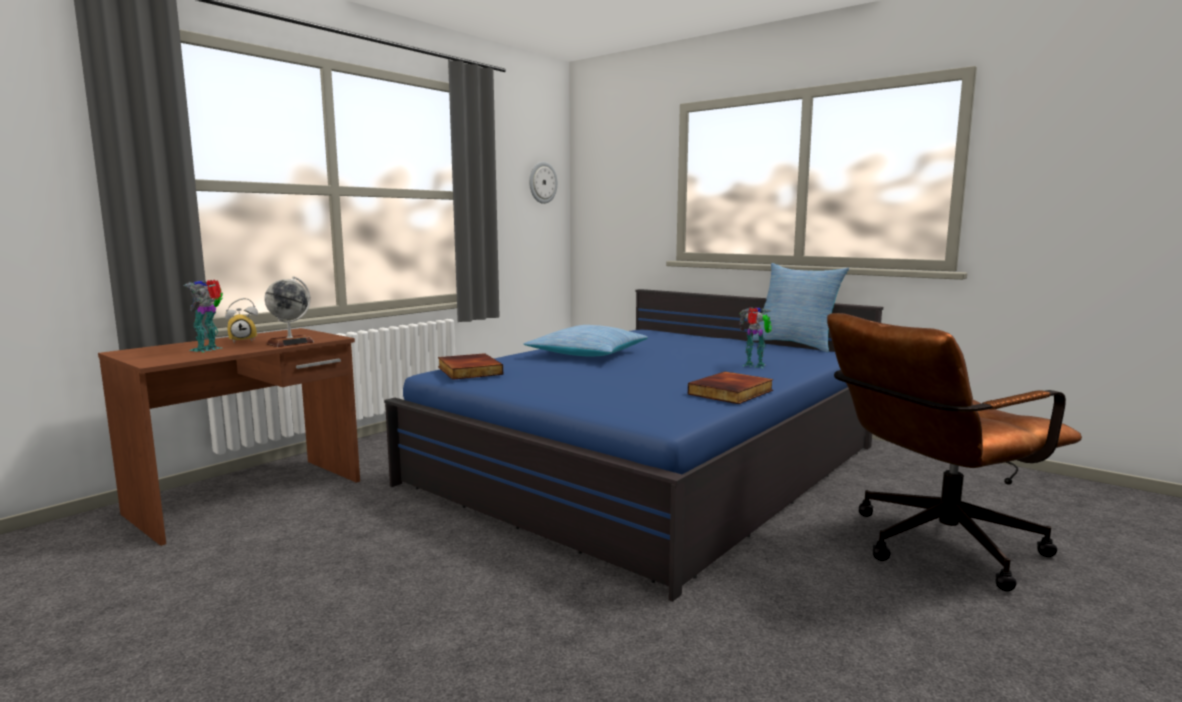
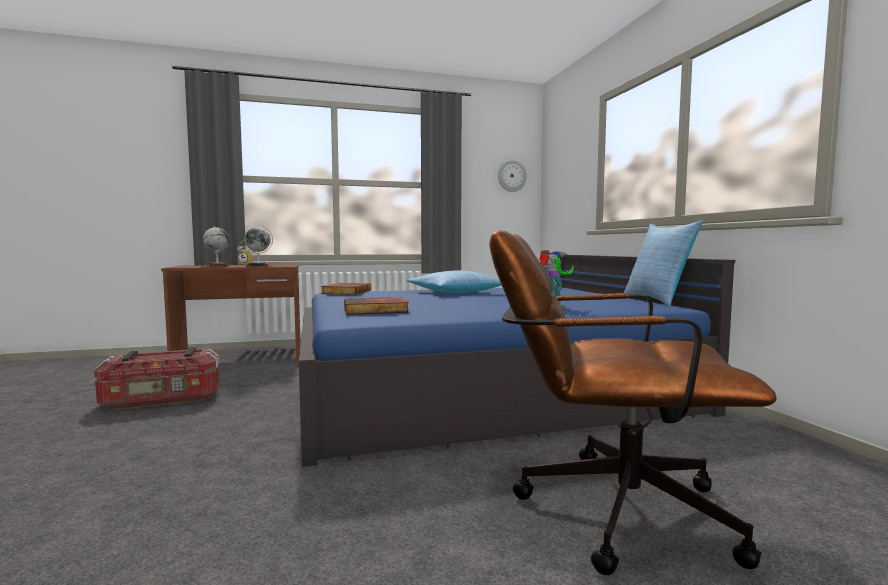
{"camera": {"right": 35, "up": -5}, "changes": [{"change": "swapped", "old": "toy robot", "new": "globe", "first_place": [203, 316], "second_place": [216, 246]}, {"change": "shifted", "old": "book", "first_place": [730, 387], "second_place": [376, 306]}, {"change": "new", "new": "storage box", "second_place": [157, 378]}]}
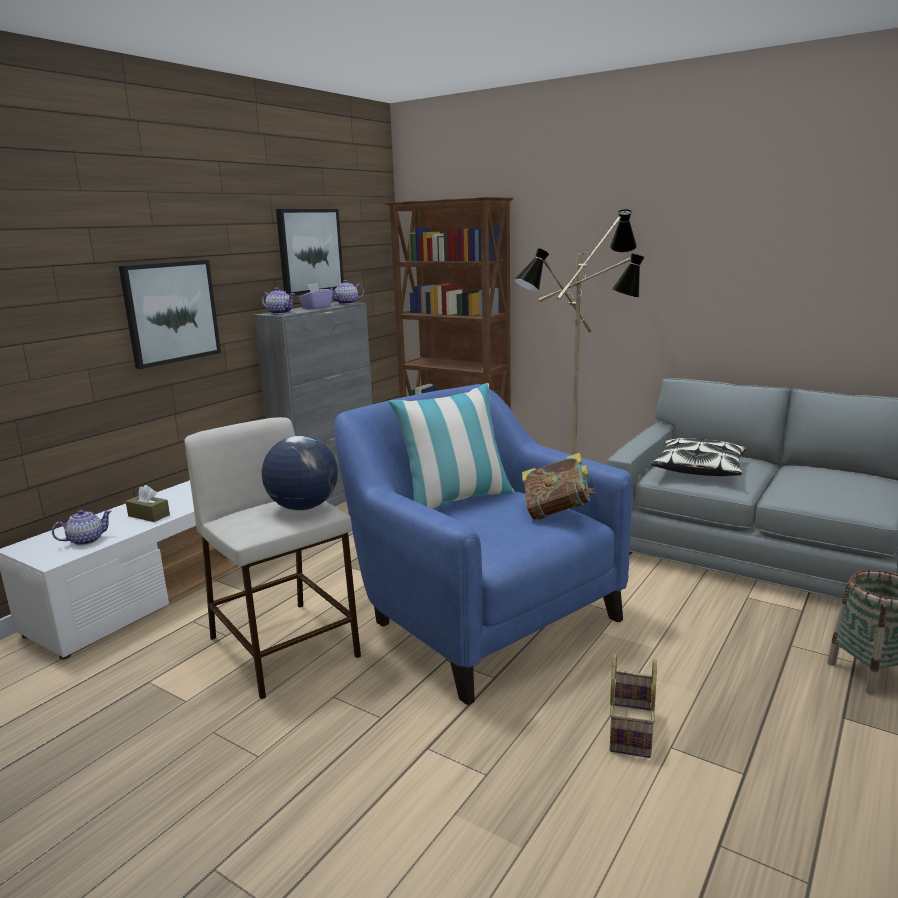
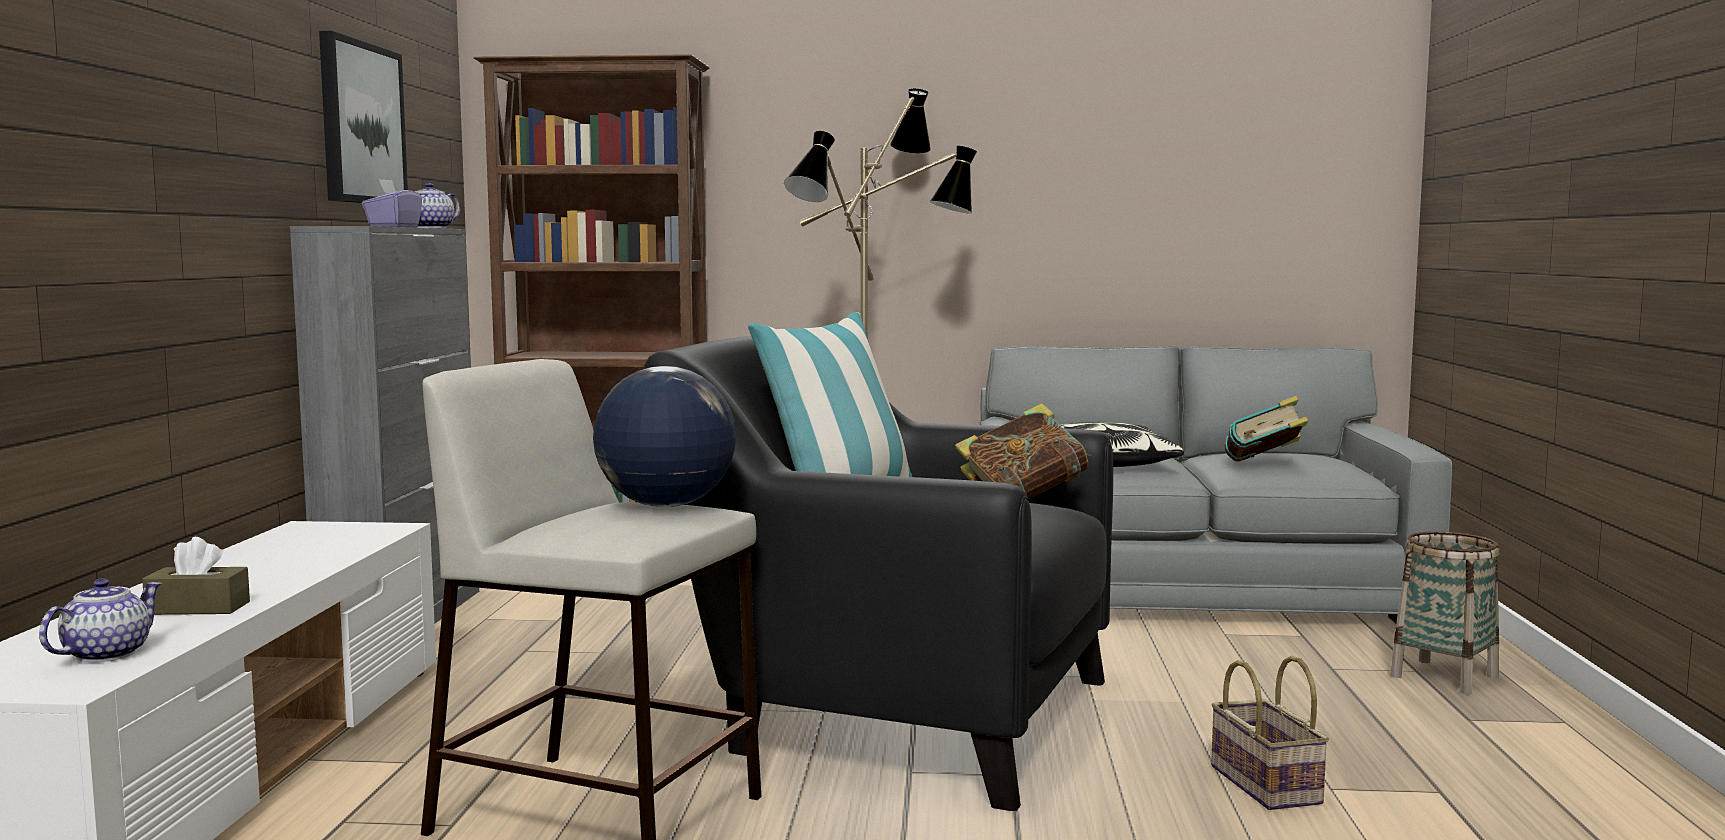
{"camera": {"right": -30, "up": -10}, "changes": [{"change": "gone", "old": "picture", "first_place": [170, 314]}, {"change": "gone", "old": "teapot", "first_place": [278, 300]}, {"change": "repainted", "old": "blue armchair", "new": "black armchair", "first_place": [483, 544], "second_place": [878, 573]}, {"change": "new", "new": "book", "second_place": [1267, 428]}]}
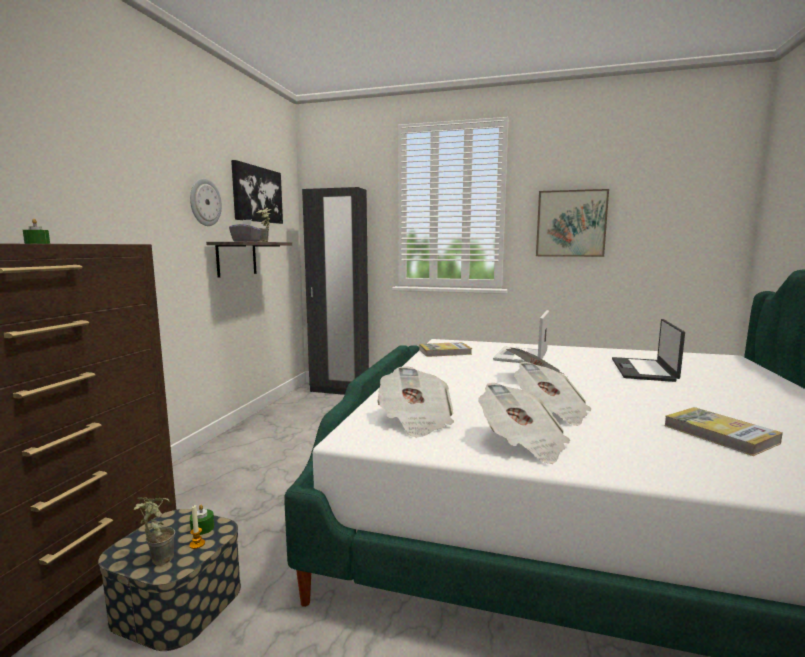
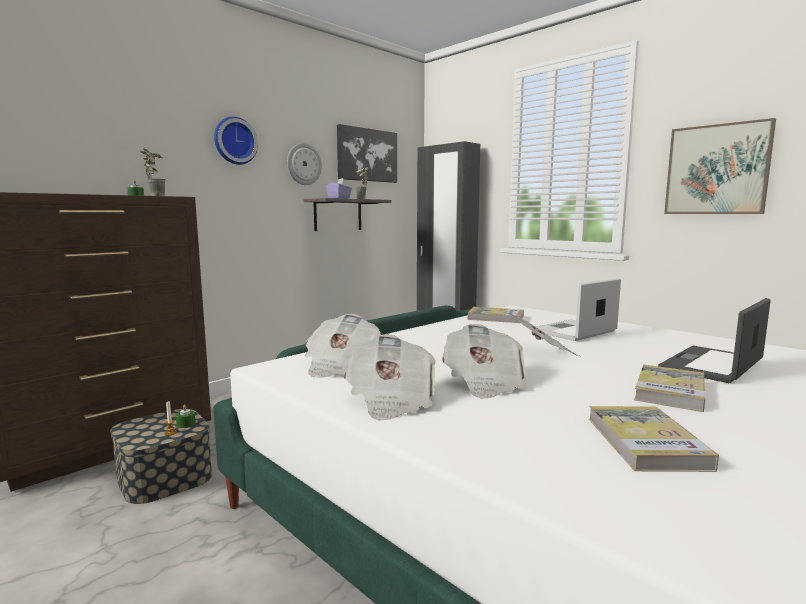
{"camera": {"right": 30, "up": 0}, "changes": [{"change": "shifted", "old": "potted plant", "first_place": [154, 531], "second_place": [153, 171]}, {"change": "repainted", "old": "grey tissue box", "new": "purple tissue box", "first_place": [245, 230], "second_place": [339, 188]}, {"change": "new", "new": "wall clock", "second_place": [236, 141]}, {"change": "new", "new": "book", "second_place": [669, 388]}]}
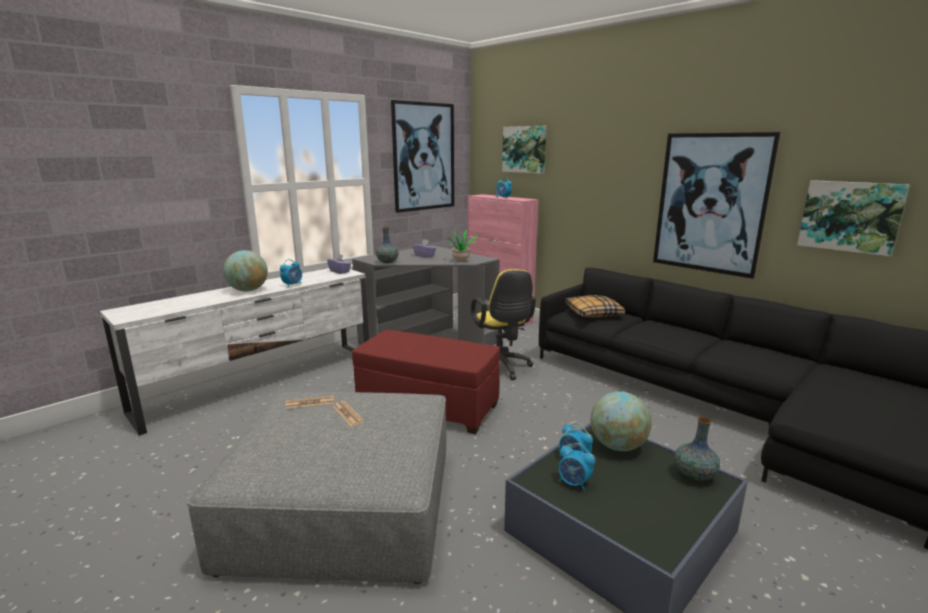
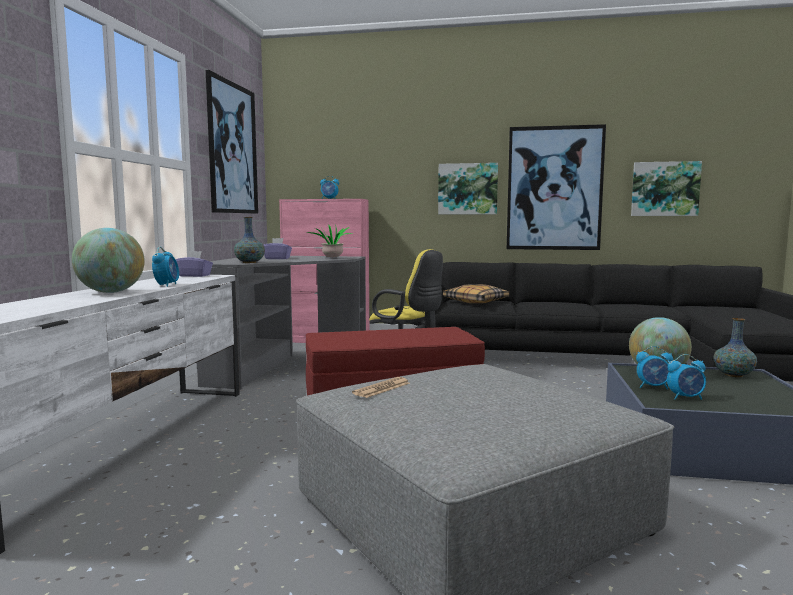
{"camera": {"right": -35, "up": -10}, "changes": [{"change": "gone", "old": "newspaper", "first_place": [349, 414]}, {"change": "shifted", "old": "picture", "first_place": [524, 150], "second_place": [468, 188]}]}
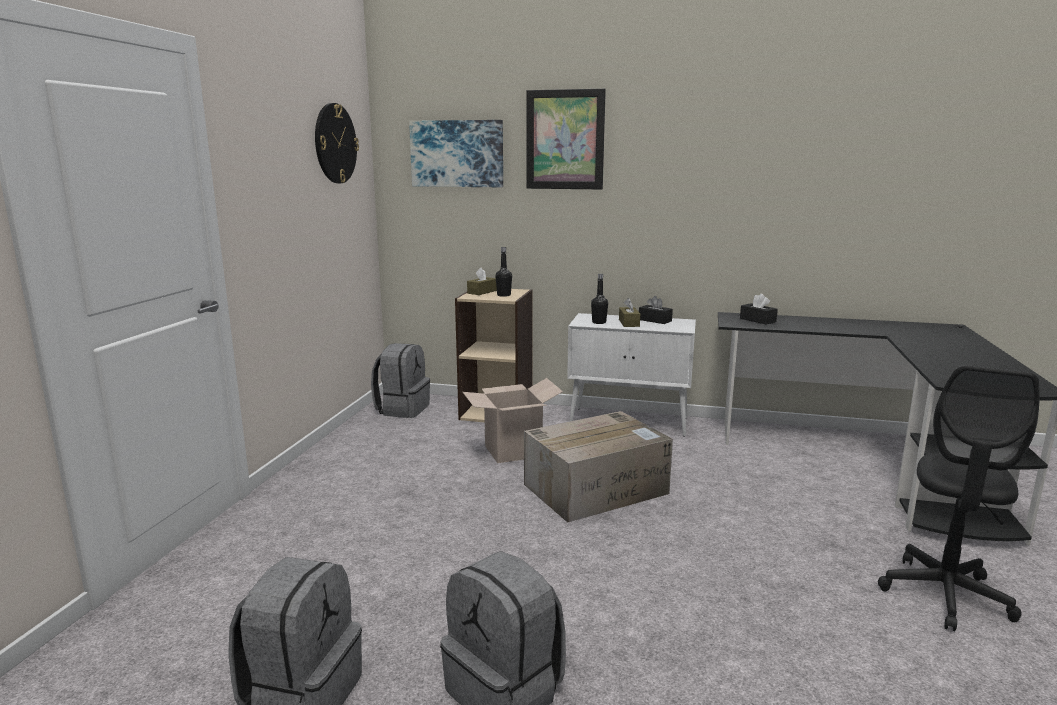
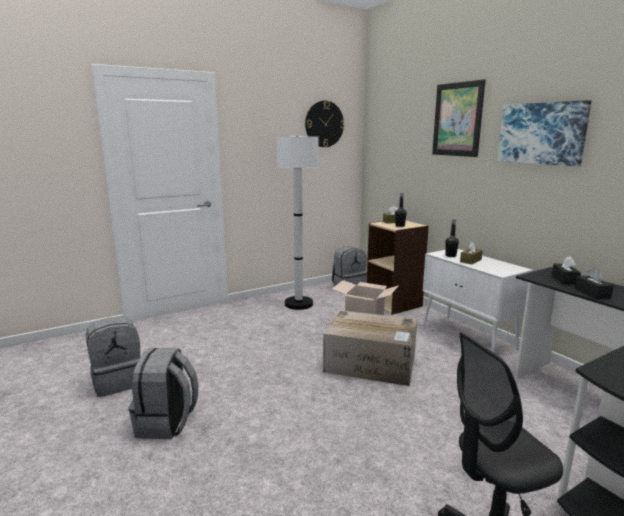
{"camera": {"right": 45, "up": 0}, "changes": [{"change": "shifted", "old": "picture", "first_place": [456, 153], "second_place": [544, 133]}, {"change": "shifted", "old": "black tissue box", "first_place": [656, 310], "second_place": [594, 283]}, {"change": "new", "new": "white floor lamp", "second_place": [297, 223]}]}
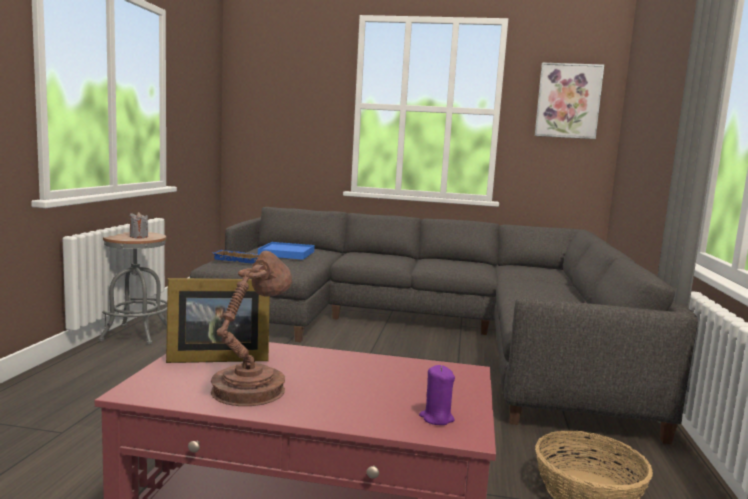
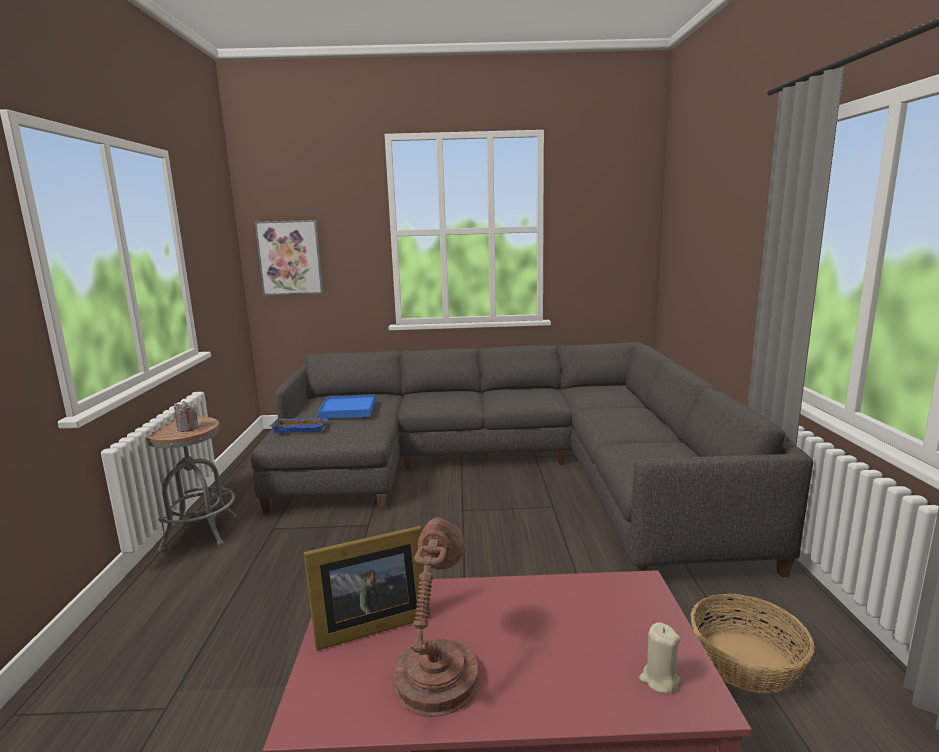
{"camera": {"right": -10, "up": 5}, "changes": [{"change": "repainted", "old": "purple candle", "new": "beige candle", "first_place": [437, 395], "second_place": [660, 658]}, {"change": "shifted", "old": "picture", "first_place": [569, 101], "second_place": [289, 258]}]}
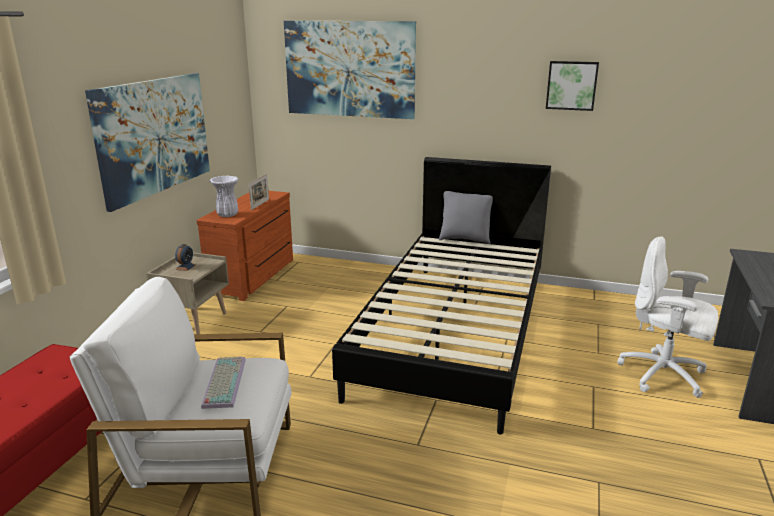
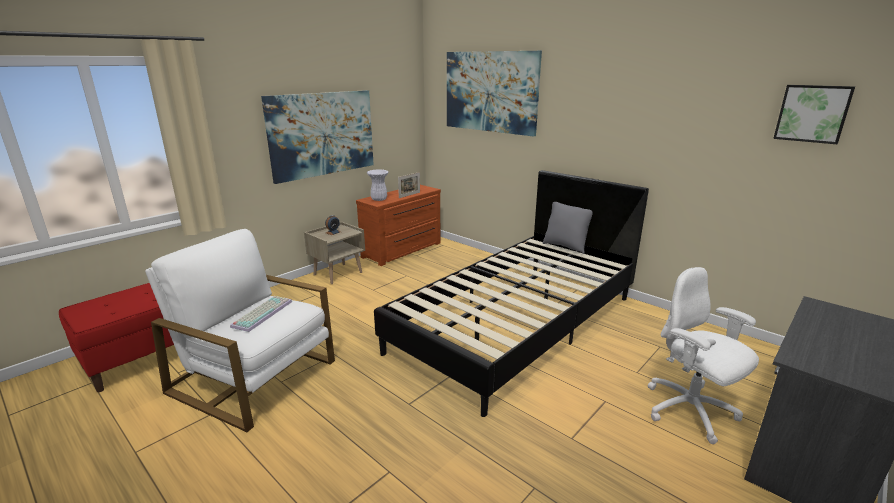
{"camera": {"right": 25, "up": 0}, "changes": [{"change": "shifted", "old": "picture", "first_place": [572, 86], "second_place": [814, 114]}]}
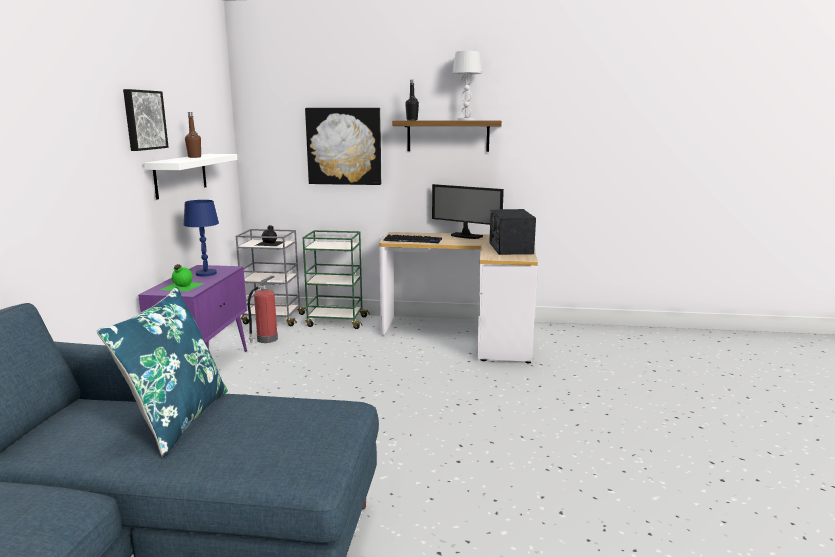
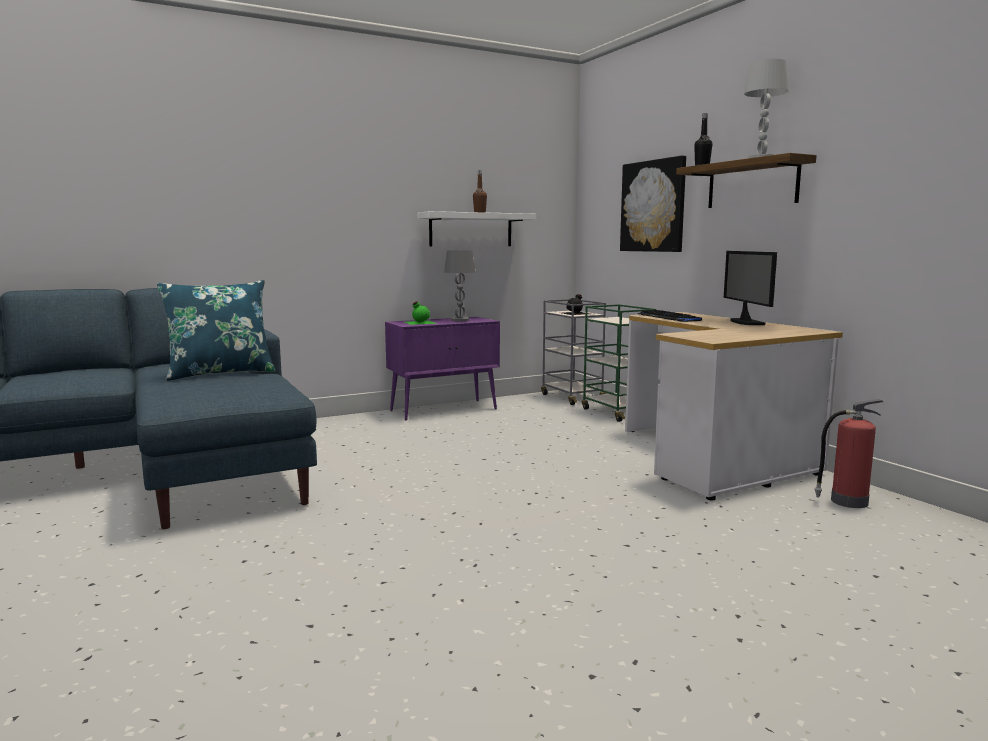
{"camera": {"right": 55, "up": -5}, "changes": [{"change": "gone", "old": "picture", "first_place": [146, 120]}, {"change": "repainted", "old": "blue table lamp", "new": "grey table lamp", "first_place": [201, 238], "second_place": [459, 285]}, {"change": "shifted", "old": "fire extinguisher", "first_place": [263, 309], "second_place": [848, 453]}, {"change": "gone", "old": "radio", "first_place": [512, 232]}]}
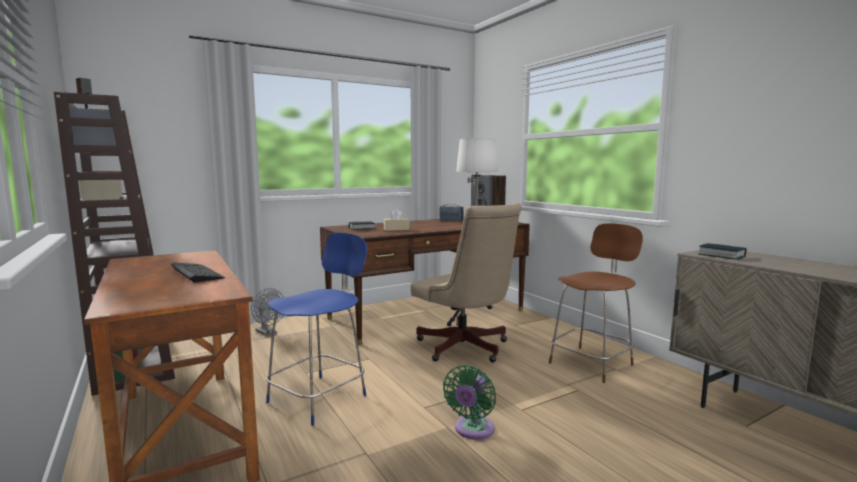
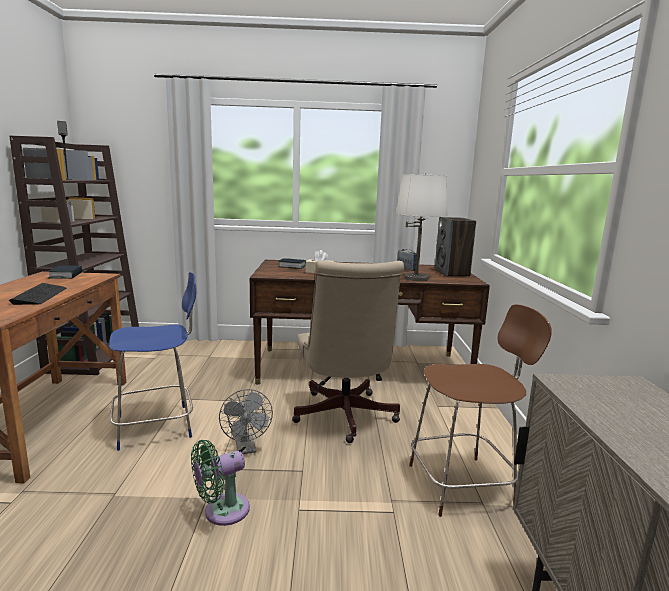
{"camera": {"right": 30, "up": 5}, "changes": [{"change": "shifted", "old": "grey fan", "first_place": [267, 312], "second_place": [246, 421]}, {"change": "shifted", "old": "book", "first_place": [723, 251], "second_place": [65, 272]}]}
